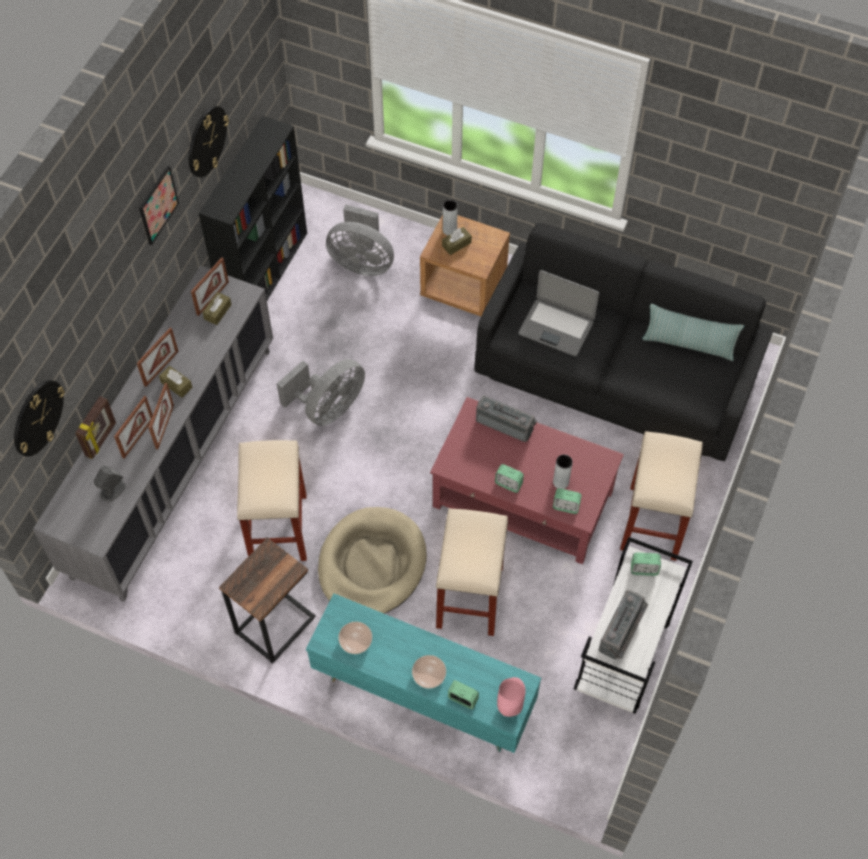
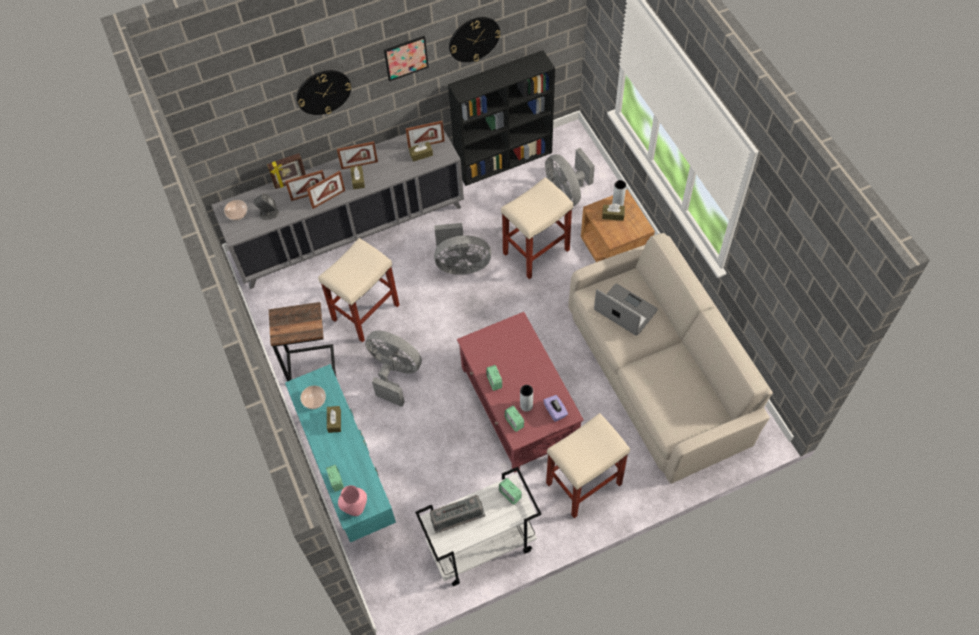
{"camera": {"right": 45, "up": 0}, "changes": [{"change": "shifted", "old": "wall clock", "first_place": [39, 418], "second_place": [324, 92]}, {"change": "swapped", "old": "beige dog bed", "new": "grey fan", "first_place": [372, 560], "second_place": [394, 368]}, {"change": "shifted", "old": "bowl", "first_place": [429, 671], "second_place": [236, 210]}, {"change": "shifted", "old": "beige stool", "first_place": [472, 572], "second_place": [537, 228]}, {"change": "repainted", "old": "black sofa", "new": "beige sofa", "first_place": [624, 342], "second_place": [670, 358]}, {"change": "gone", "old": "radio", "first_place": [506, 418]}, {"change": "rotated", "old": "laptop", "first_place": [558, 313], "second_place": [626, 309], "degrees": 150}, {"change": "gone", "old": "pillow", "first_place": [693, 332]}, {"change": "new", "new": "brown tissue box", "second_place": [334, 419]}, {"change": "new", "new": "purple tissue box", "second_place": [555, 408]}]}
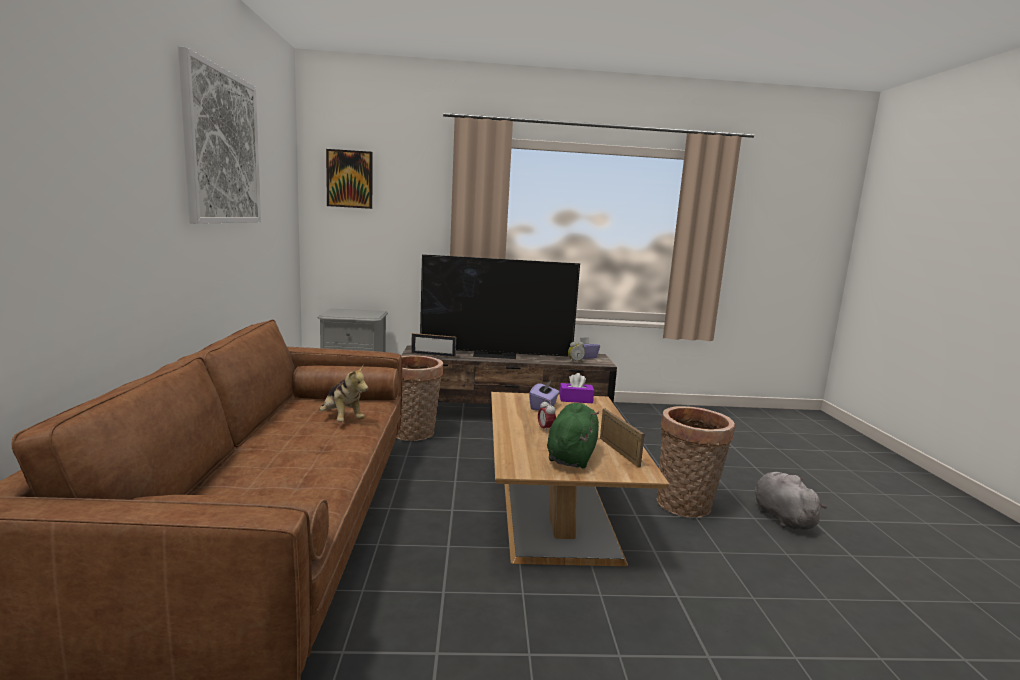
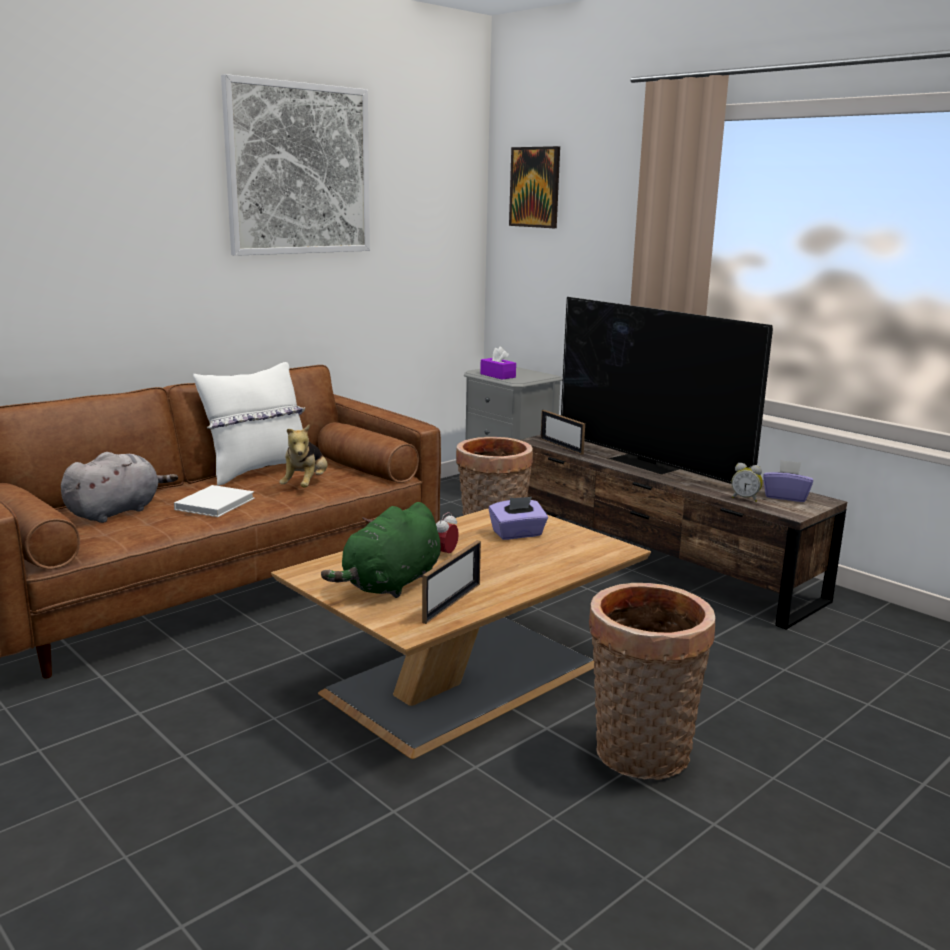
{"camera": {"right": 50, "up": 5}, "changes": [{"change": "rotated", "old": "green plush toy", "first_place": [573, 435], "second_place": [381, 550], "degrees": 150}, {"change": "shifted", "old": "purple tissue box", "first_place": [577, 388], "second_place": [498, 363]}, {"change": "shifted", "old": "grey plush toy", "first_place": [791, 501], "second_place": [119, 487]}, {"change": "new", "new": "white book", "second_place": [214, 501]}, {"change": "new", "new": "white pillow", "second_place": [249, 424]}]}
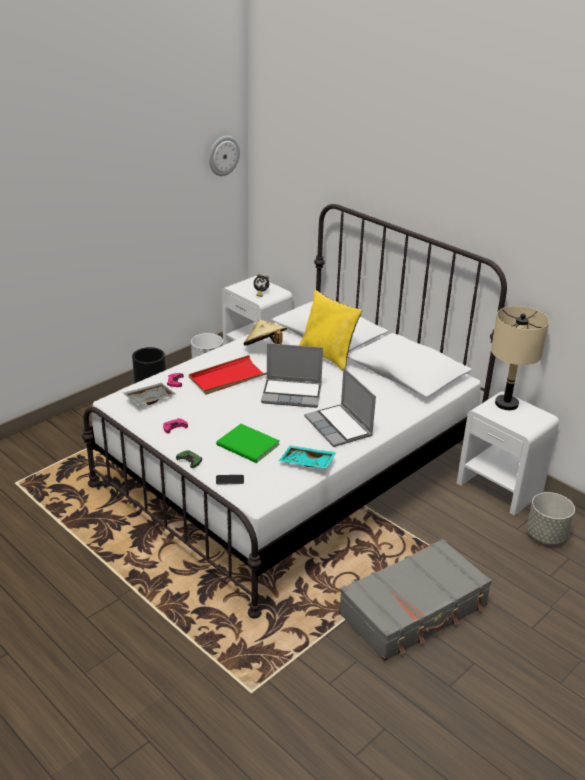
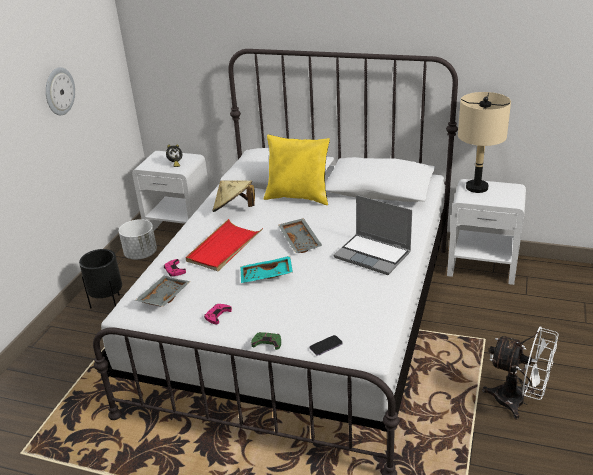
{"camera": {"right": -25, "up": 0}, "changes": [{"change": "shifted", "old": "wall clock", "first_place": [224, 156], "second_place": [60, 91]}, {"change": "gone", "old": "green book", "first_place": [248, 443]}, {"change": "swapped", "old": "laptop", "new": "grey tray", "first_place": [292, 375], "second_place": [300, 235]}, {"change": "shifted", "old": "turquoise tray", "first_place": [308, 457], "second_place": [266, 269]}, {"change": "swapped", "old": "grey suitcase", "new": "white fan", "first_place": [415, 600], "second_place": [520, 372]}, {"change": "gone", "old": "grey planter", "first_place": [551, 518]}]}
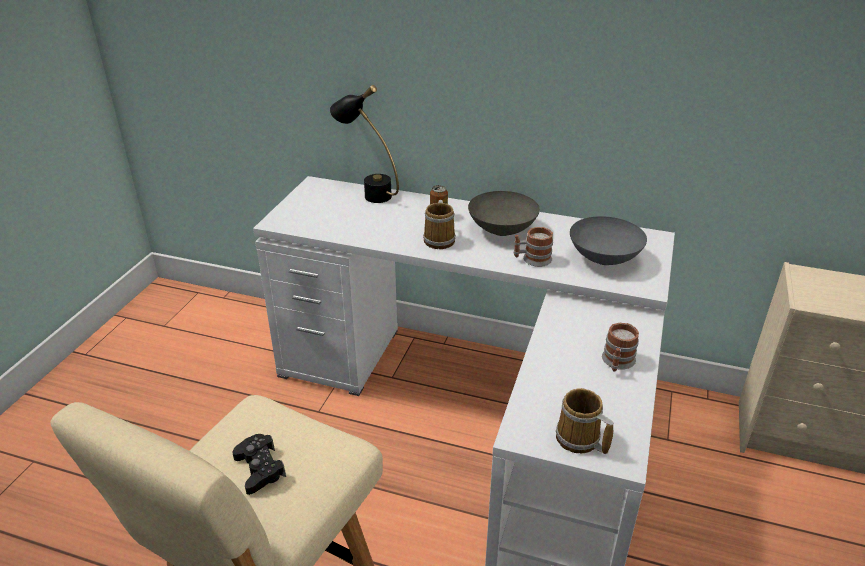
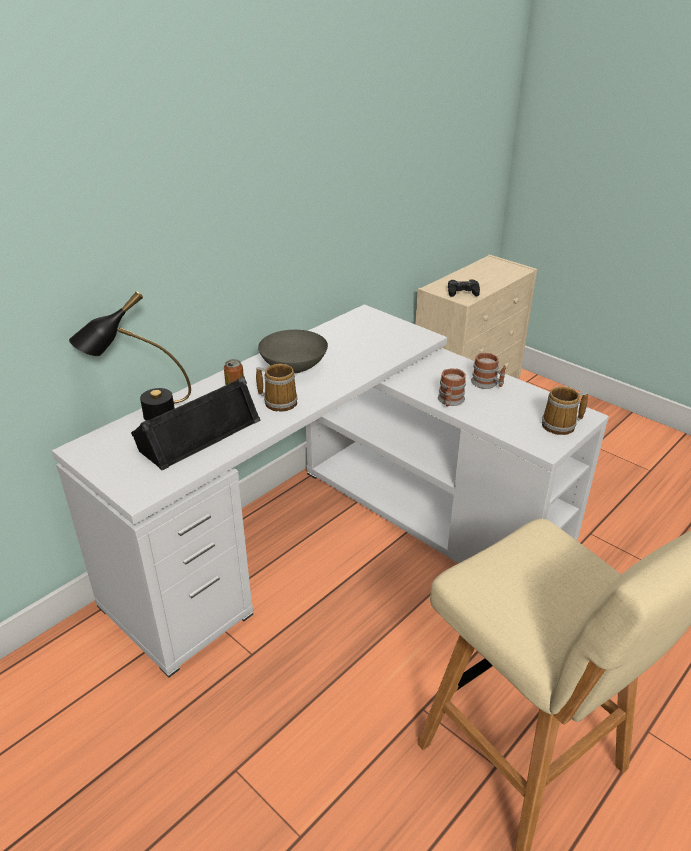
{"camera": {"right": -65, "up": 0}, "changes": [{"change": "shifted", "old": "black game controller", "first_place": [259, 464], "second_place": [464, 288]}, {"change": "shifted", "old": "mug", "first_place": [533, 247], "second_place": [452, 387]}, {"change": "gone", "old": "grey bowl", "first_place": [608, 240]}, {"change": "new", "new": "black speaker", "second_place": [196, 423]}]}
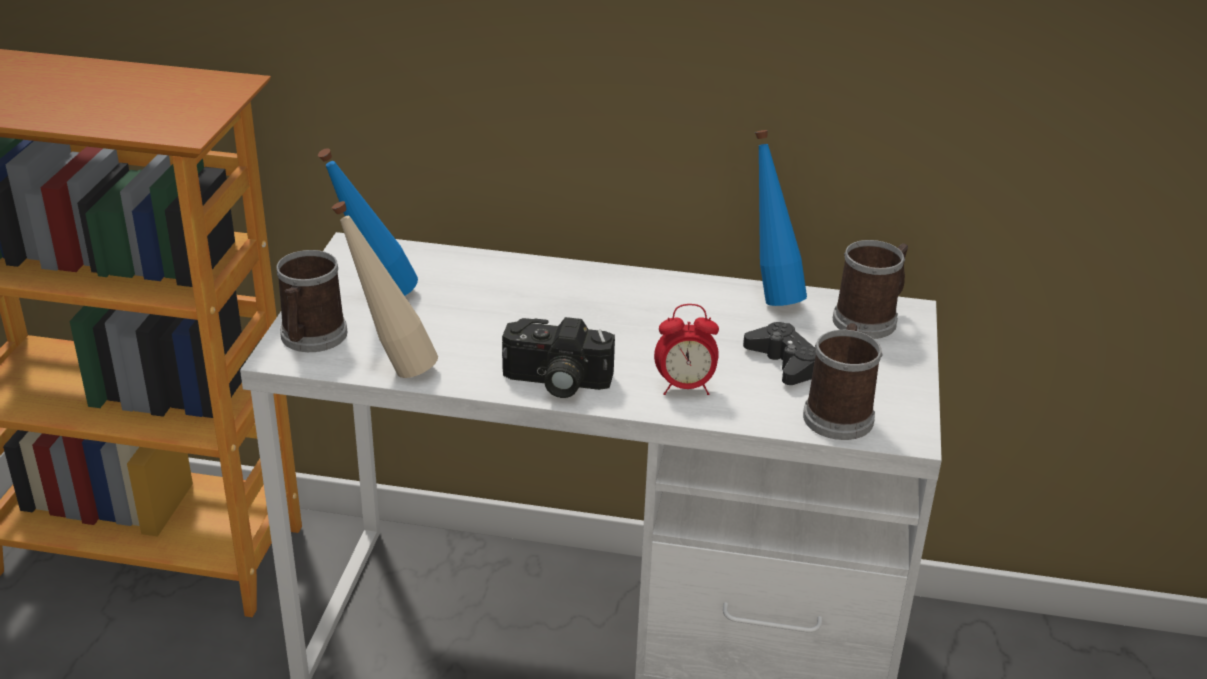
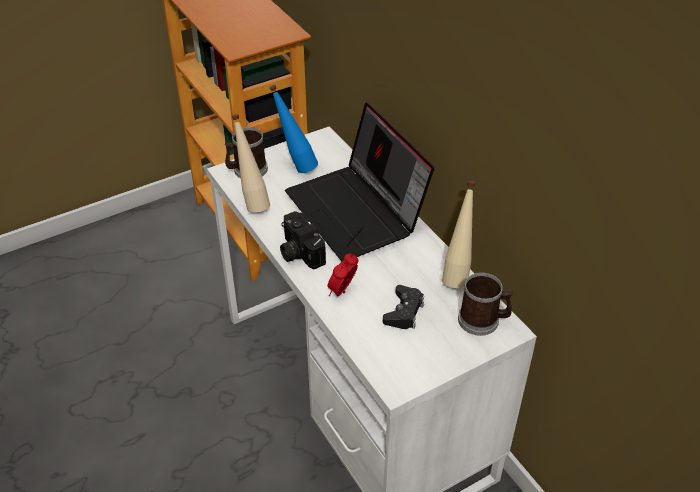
{"camera": {"right": 50, "up": 10}, "changes": [{"change": "rotated", "old": "alarm clock", "first_place": [686, 349], "second_place": [343, 275], "degrees": 75}, {"change": "repainted", "old": "blue bottle", "new": "beige bottle", "first_place": [781, 218], "second_place": [459, 234]}, {"change": "gone", "old": "mug", "first_place": [843, 381]}, {"change": "new", "new": "laptop", "second_place": [359, 182]}]}
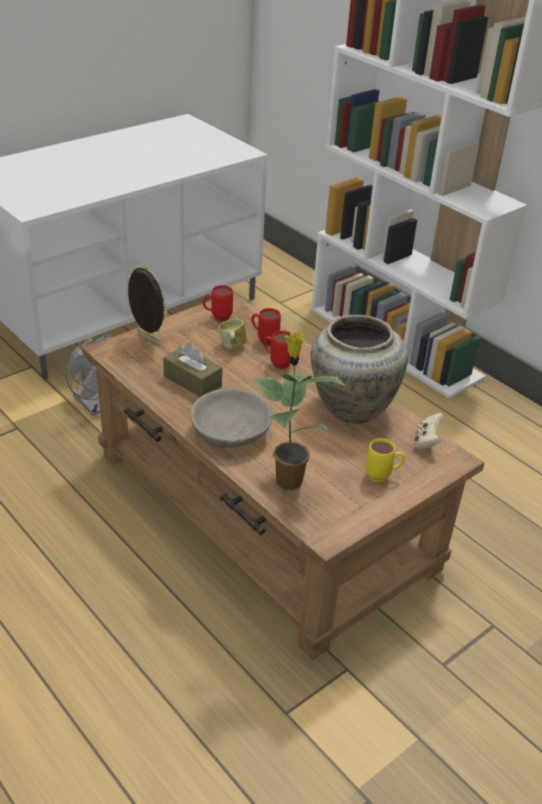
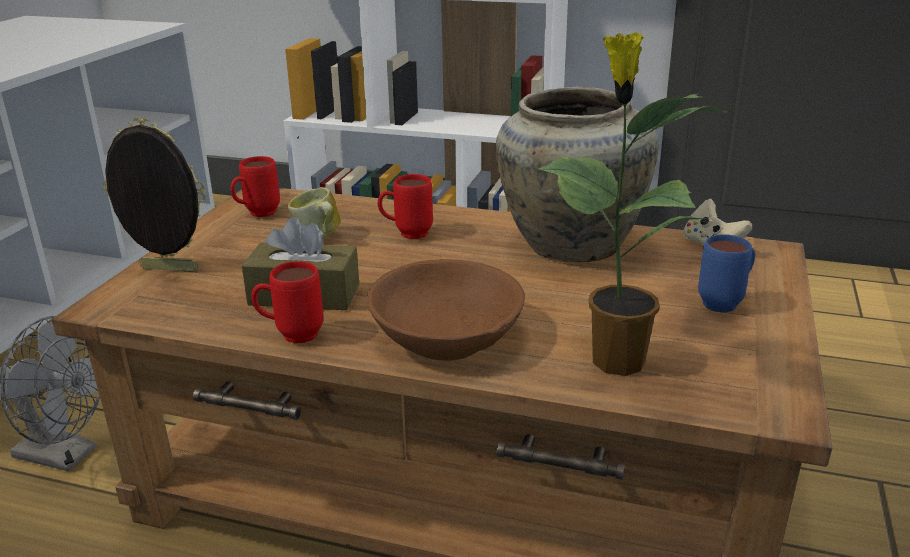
{"camera": {"right": -30, "up": -10}, "changes": [{"change": "repainted", "old": "grey bowl", "new": "brown bowl", "first_place": [231, 418], "second_place": [445, 310]}, {"change": "shifted", "old": "red mug", "first_place": [266, 326], "second_place": [287, 302]}, {"change": "repainted", "old": "yellow mug", "new": "blue mug", "first_place": [385, 460], "second_place": [726, 273]}]}
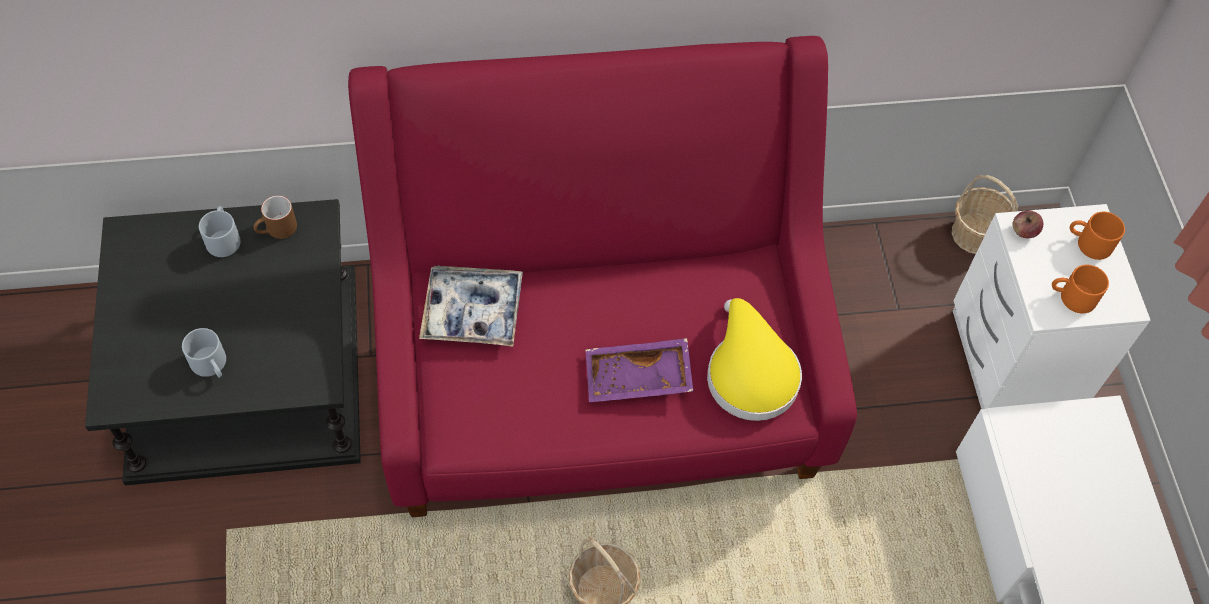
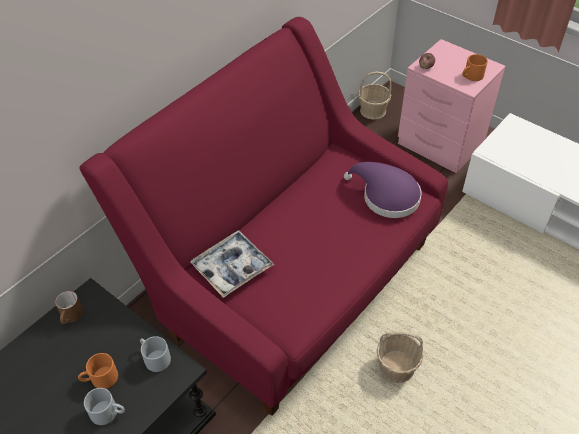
{"camera": {"right": -40, "up": -10}, "changes": [{"change": "shifted", "old": "grey mug", "first_place": [220, 231], "second_place": [155, 354]}, {"change": "gone", "old": "purple tray", "first_place": [639, 370]}, {"change": "repainted", "old": "yellow hat", "new": "purple hat", "first_place": [754, 359], "second_place": [383, 190]}, {"change": "repainted", "old": "white nightstand", "new": "pink nightstand", "first_place": [1052, 306], "second_place": [452, 106]}, {"change": "shifted", "old": "orange mug", "first_place": [1097, 235], "second_place": [98, 371]}]}
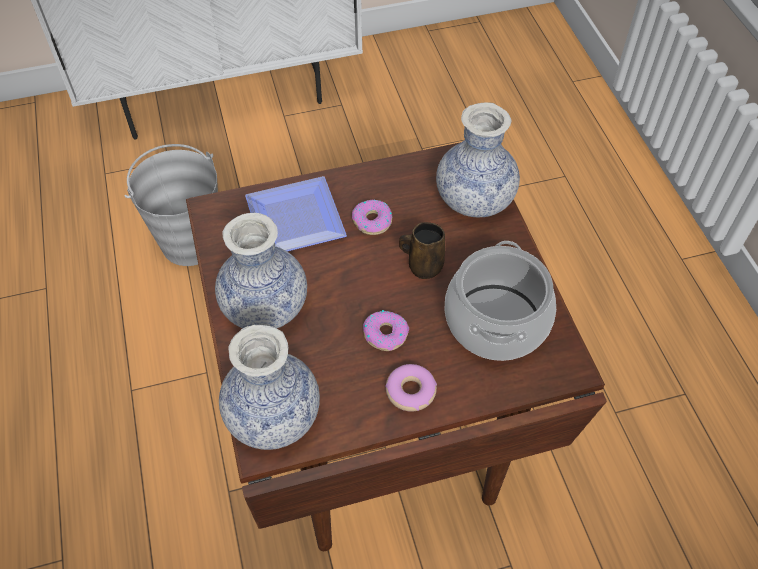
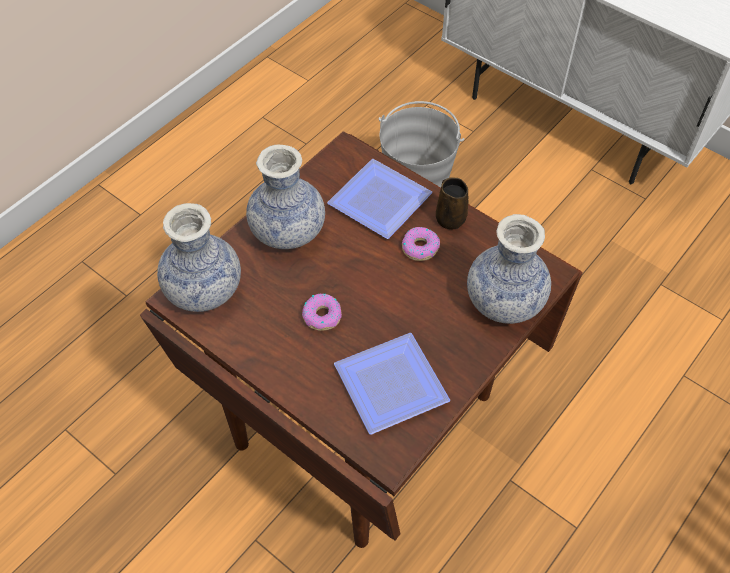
{"camera": {"right": 55, "up": 0}, "changes": [{"change": "gone", "old": "donut", "first_place": [411, 388]}, {"change": "shifted", "old": "brown mug", "first_place": [422, 250], "second_place": [452, 203]}, {"change": "swapped", "old": "cooking pot", "new": "plate", "first_place": [500, 301], "second_place": [392, 384]}]}
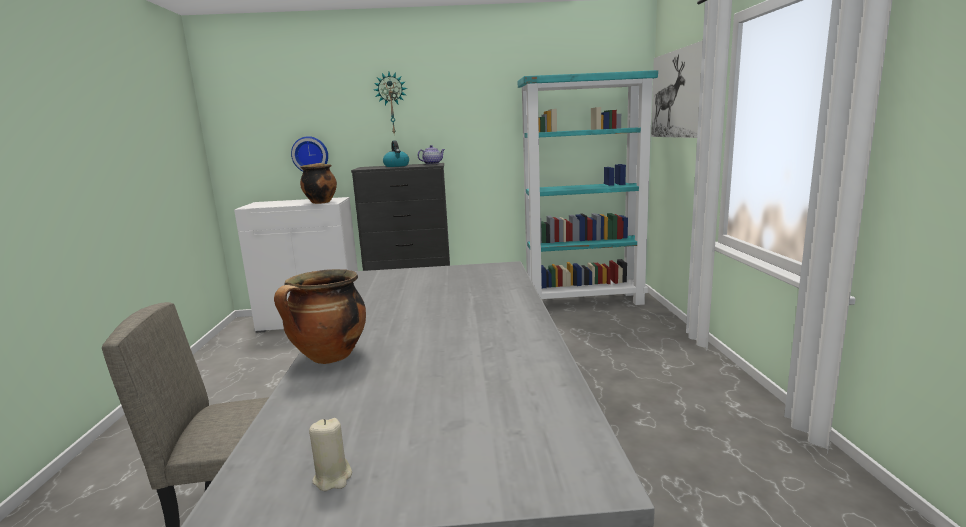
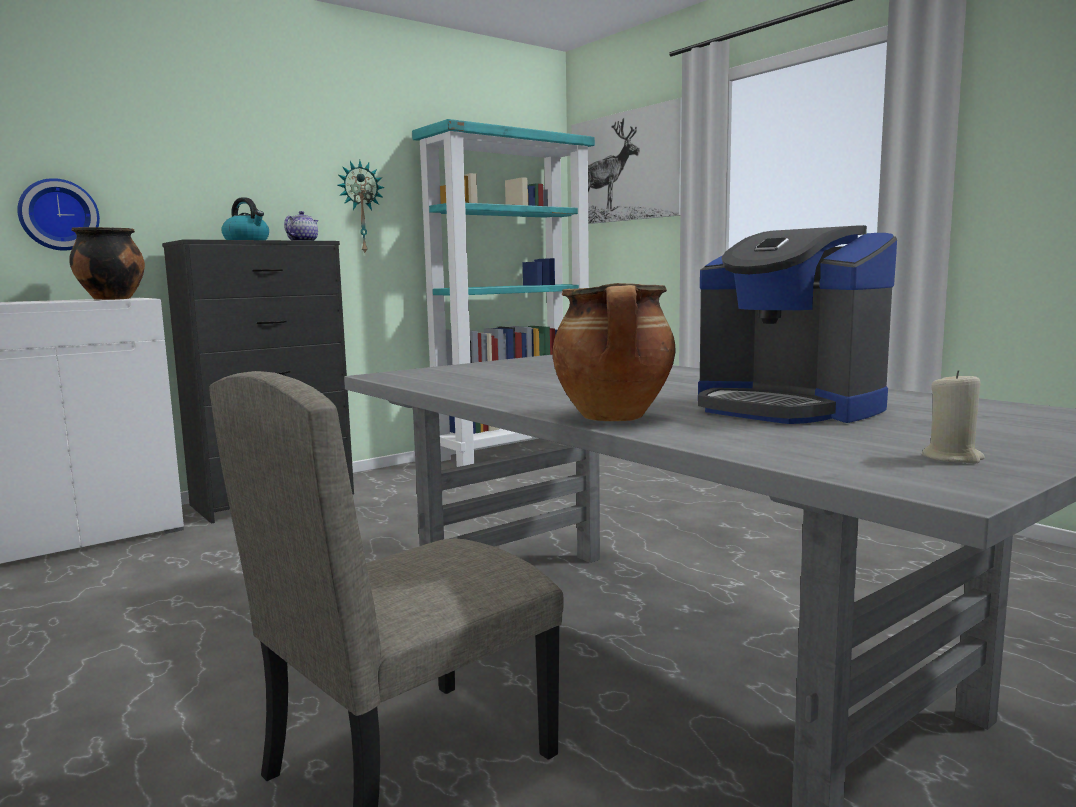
{"camera": {"right": -35, "up": -5}, "changes": [{"change": "shifted", "old": "wall clock", "first_place": [391, 103], "second_place": [361, 206]}, {"change": "new", "new": "coffee machine", "second_place": [797, 324]}]}
